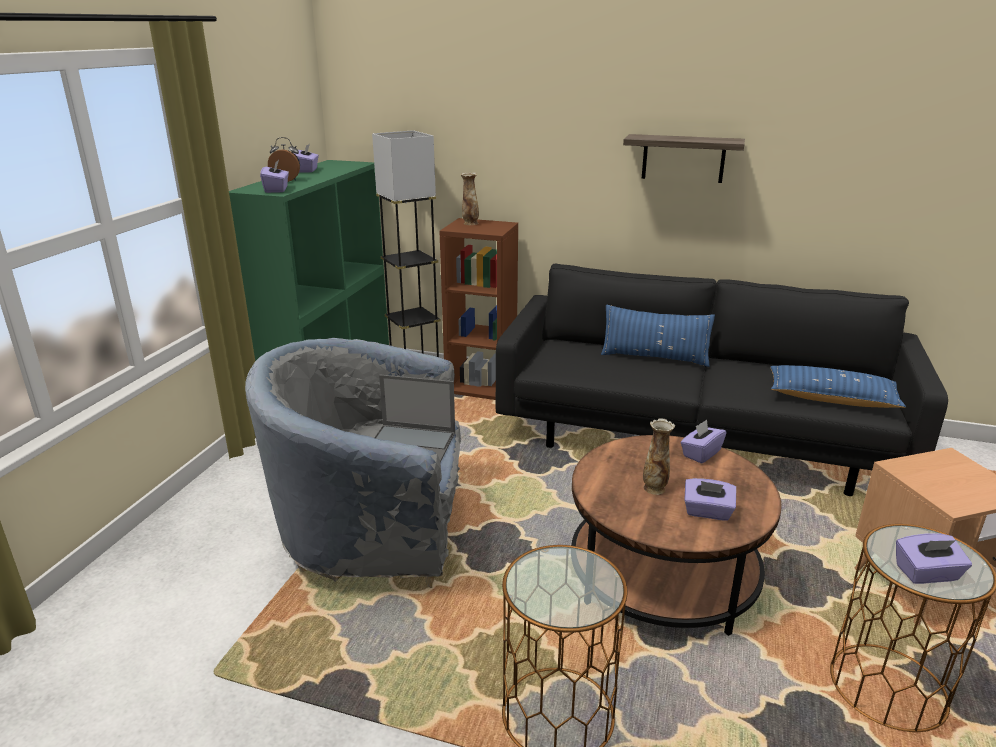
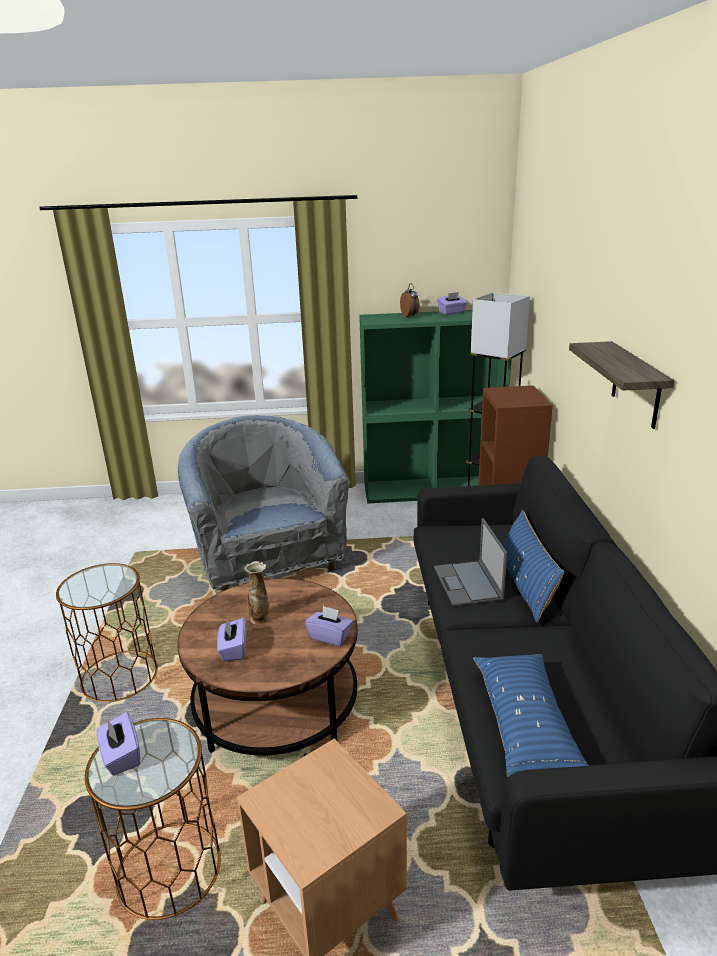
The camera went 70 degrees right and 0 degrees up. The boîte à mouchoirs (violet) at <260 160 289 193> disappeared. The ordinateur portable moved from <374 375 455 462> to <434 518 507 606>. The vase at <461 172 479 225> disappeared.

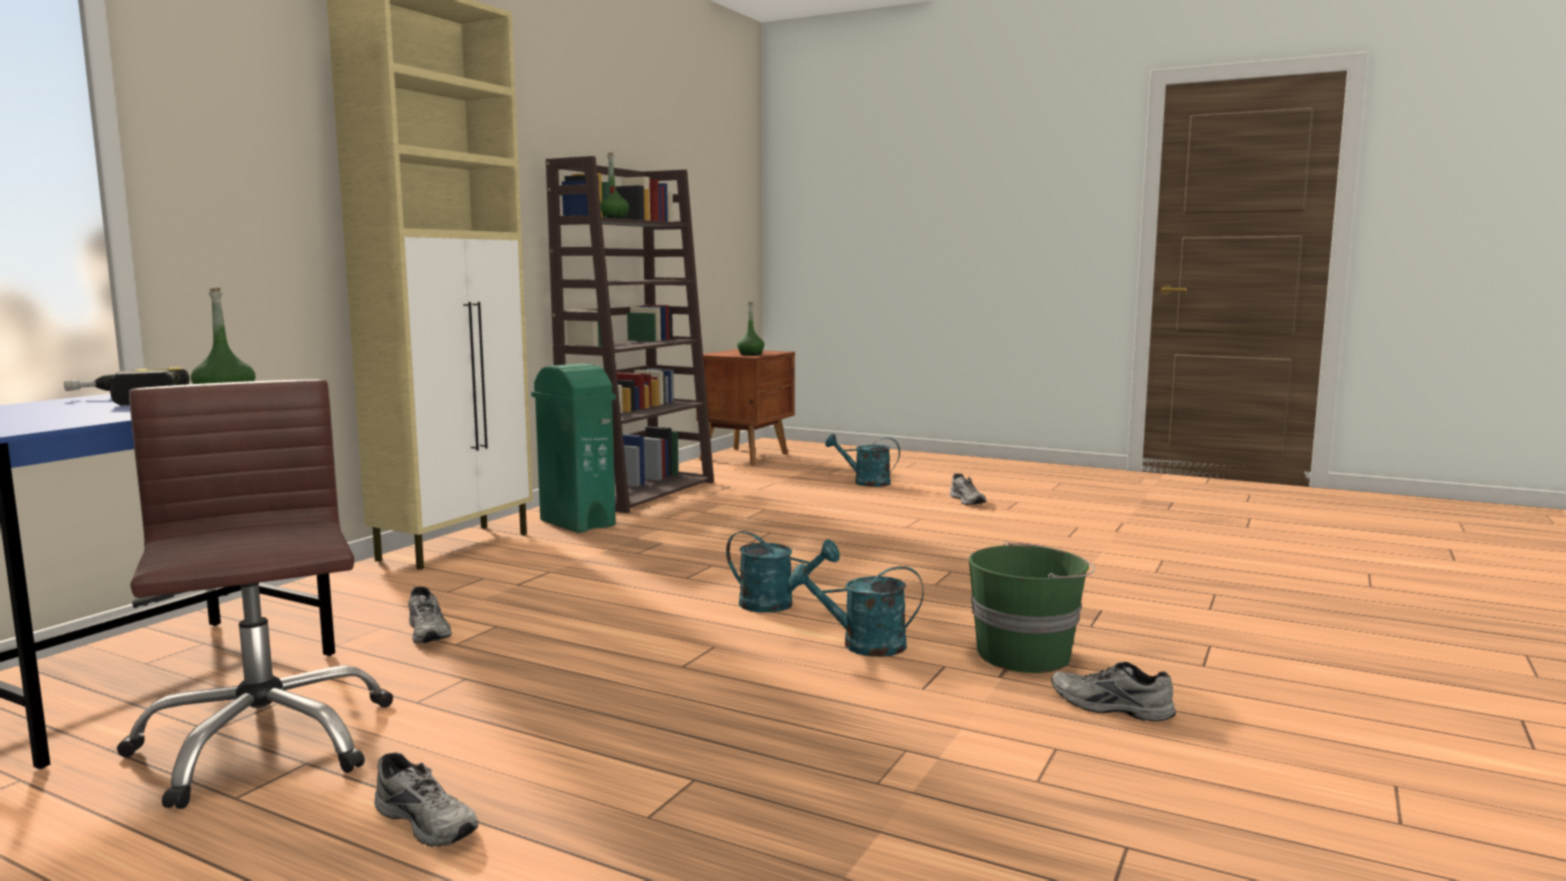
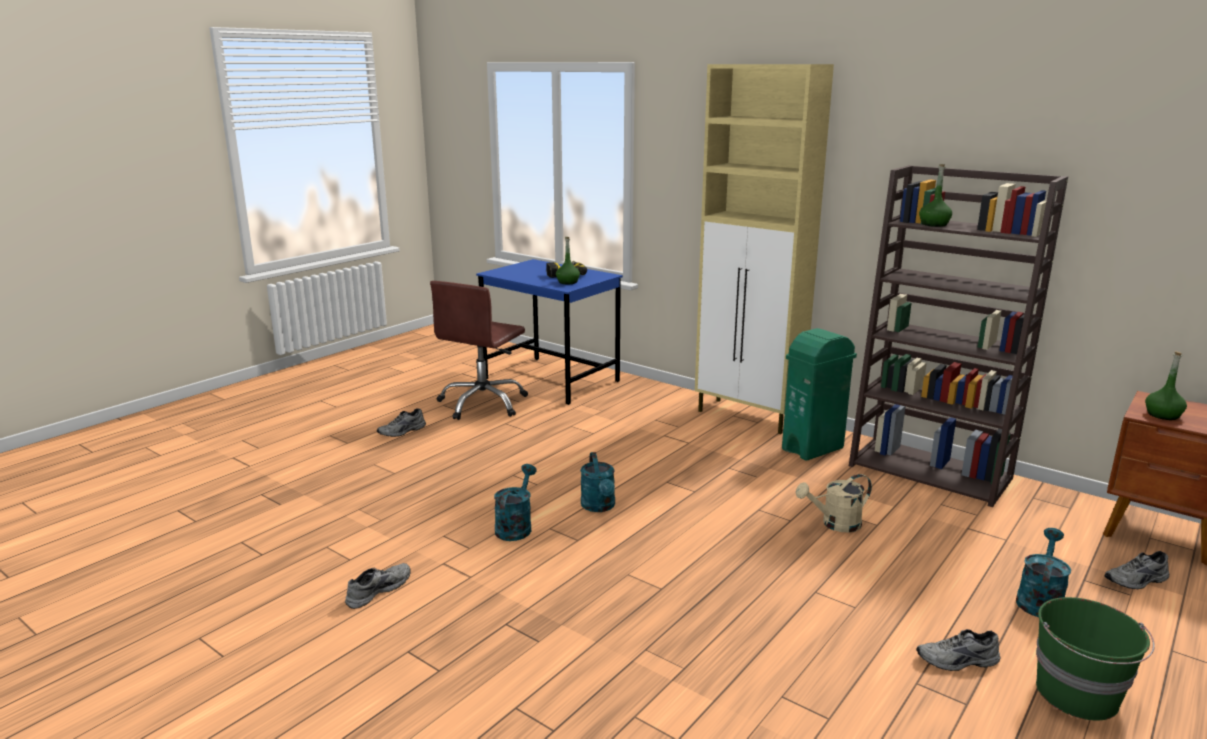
The camera went 100 degrees right and 10 degrees up. The chaise de bureau (marron) at <117 379 393 809> turned 135 degrees clockwise. The chaussure (gris) moved from <408 587 452 644> to <1104 551 1169 589>. The arrosoir (turquoise) at <726 531 840 613> turned 45 degrees counterclockwise. The seau (vert) moved from <969 541 1095 673> to <1036 597 1155 721>. The arrosoir (beige) at <795 474 872 532> appeared.

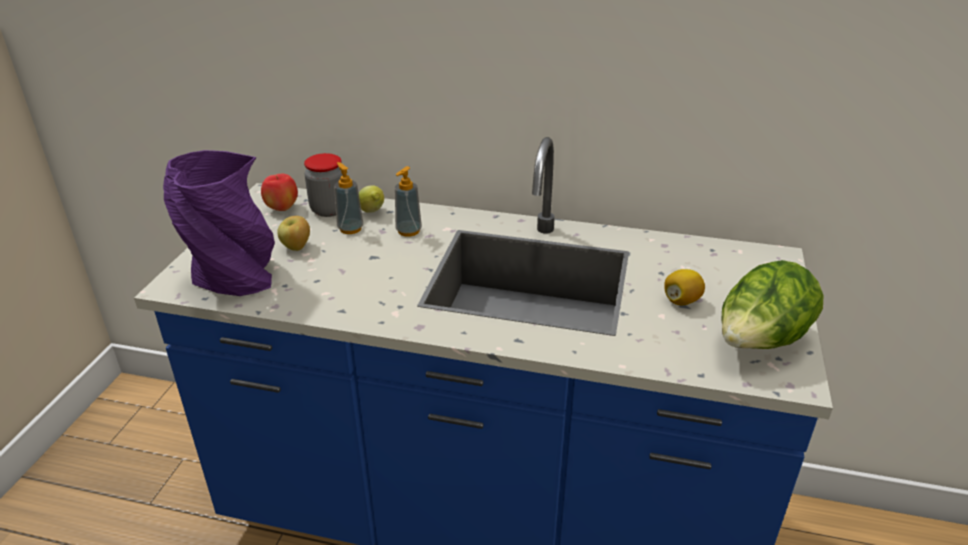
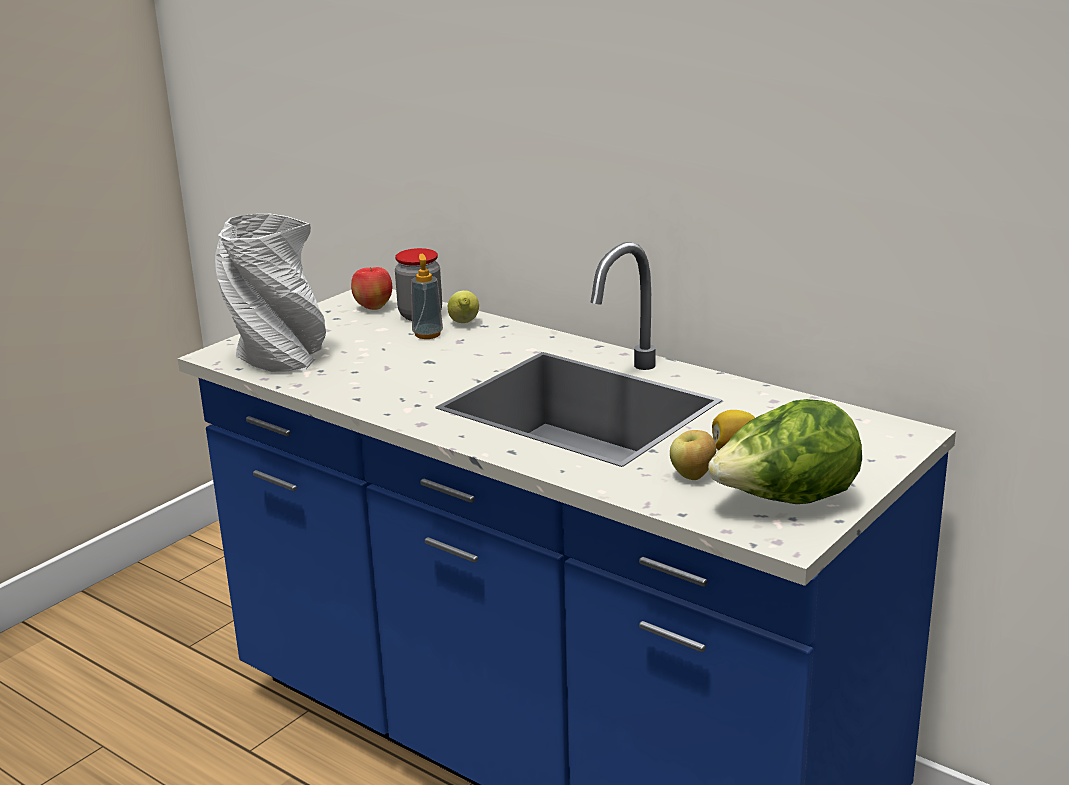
The camera went 25 degrees right and 10 degrees down. The vase (violet) at <163 150 275 296> became the vase (gris) at <215 214 326 372>. The pomme moved from <277 216 310 251> to <670 430 716 480>. The distributeur de savon at <395 166 422 237> disappeared.

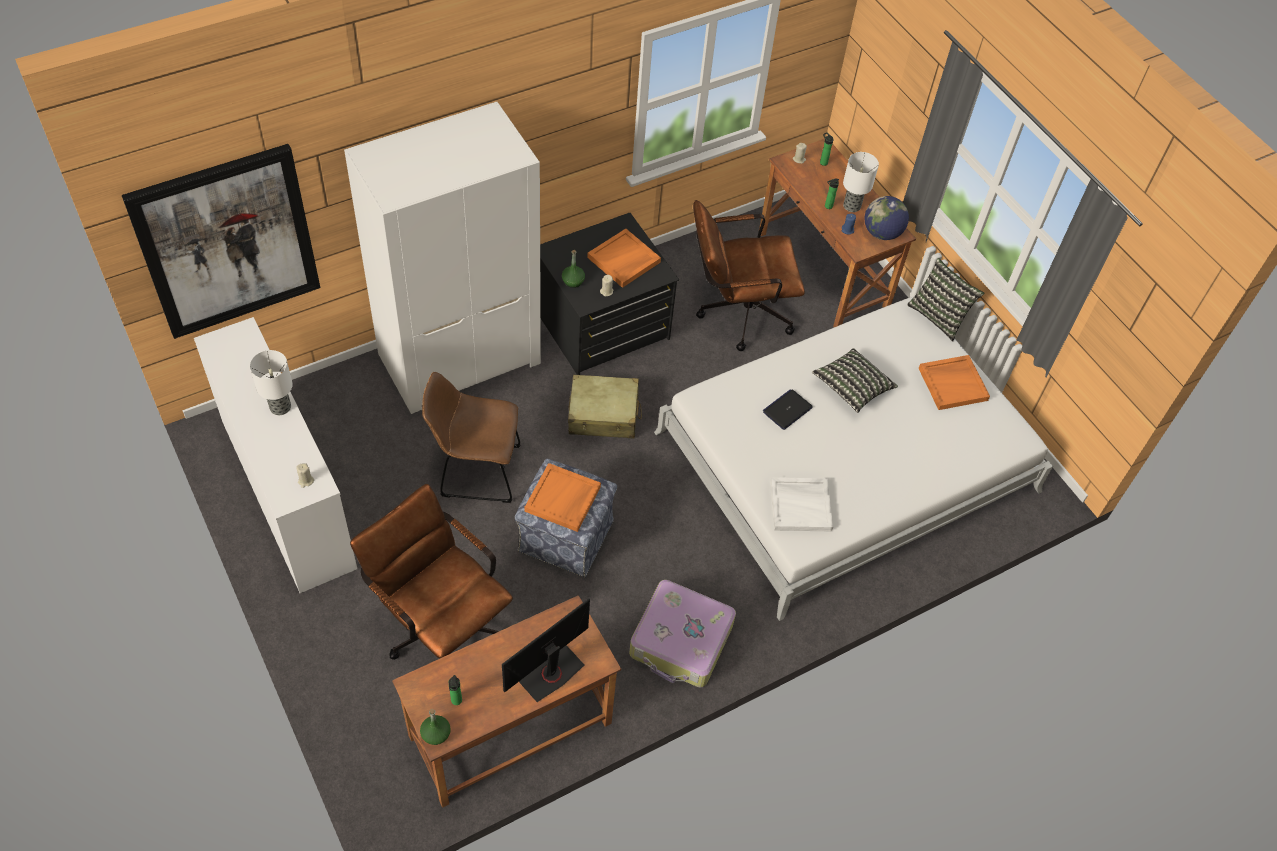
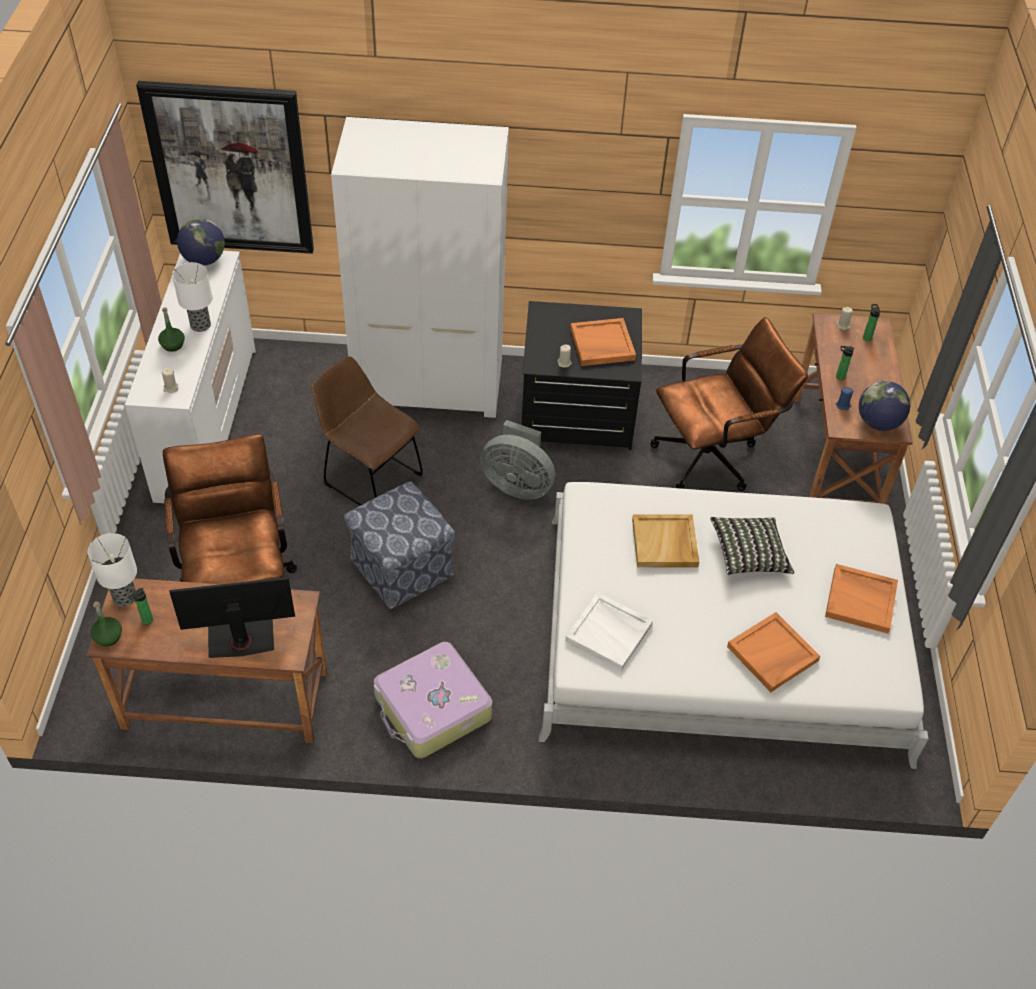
The camera went 35 degrees right and 5 degrees down. The plateau (orange) moved from <524 463 601 532> to <727 612 820 692>. The bouteille (vert) moved from <562 250 585 288> to <158 307 185 352>. The valise (beige) at <568 375 642 438> was replaced by the ventilateur (gris) at <481 420 555 499>. The chaise de bureau (marron) at <693 200 805 351> turned 135 degrees clockwise. The ordinateur portable at <763 389 813 430> was replaced by the plateau (beige) at <632 514 699 567>. The lampe de table moved from <843 152 879 212> to <88 533 137 606>. The coussin at <907 258 985 341> disappeared. The globe at <177 218 225 266> appeared.

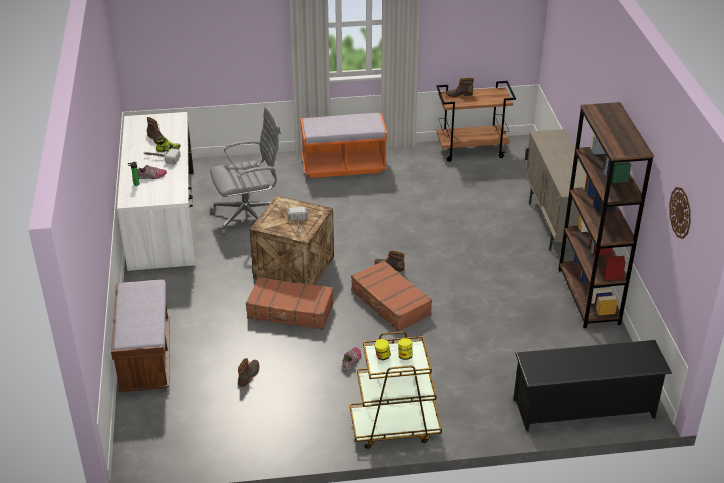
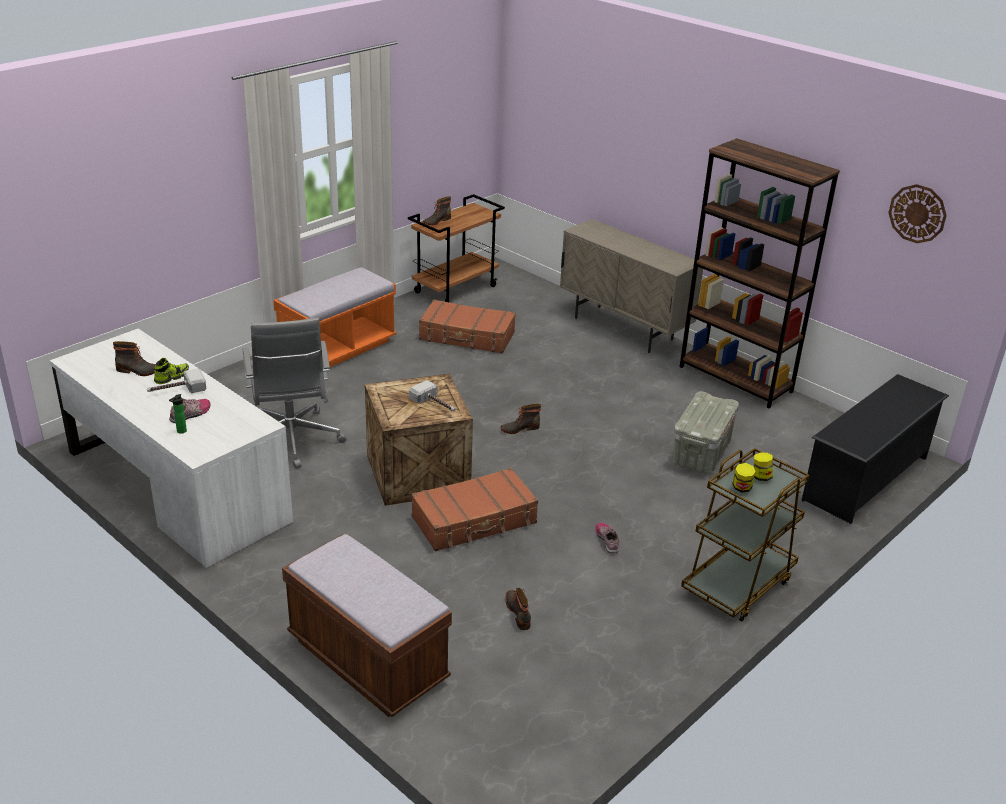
The camera went 40 degrees left and 5 degrees down. The chaise de bureau (gris) at <210 106 281 235> turned 135 degrees clockwise. The valise (marron) moved from <351 260 432 332> to <419 299 516 354>. The boîte de rangement (gris) at <673 391 739 473> appeared.

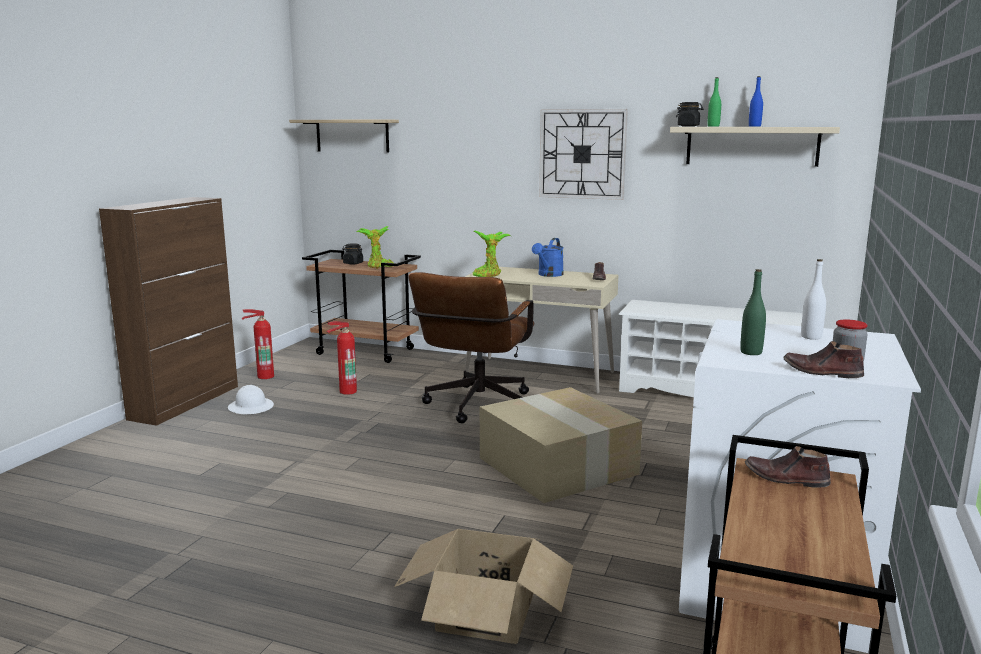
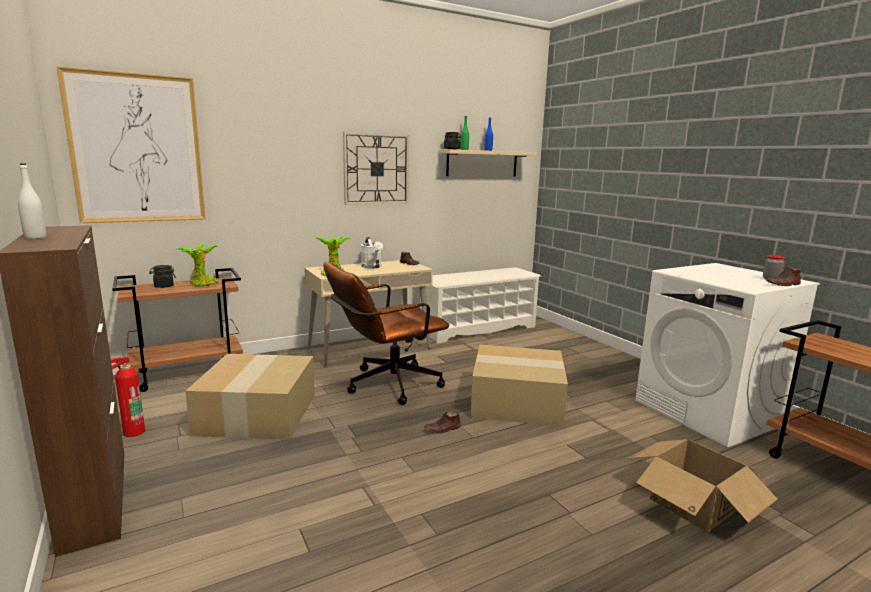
The camera went 50 degrees left and 0 degrees up. The casque de chantier (blanc) at <228 385 274 414> disappeared. The étagère at <289 120 399 152> was replaced by the tableau at <56 66 206 223>. The extincteur at <327 321 357 395> was replaced by the carton at <185 354 315 439>. The chaise de bureau (marron) at <408 272 534 423> turned 90 degrees clockwise. The arrosoir (bleu) at <532 238 564 277> became the arrosoir (blanc) at <361 237 383 269>. The bouteille (vert) at <740 269 766 355> disappeared. The chaussure (marron) moved from <745 446 831 488> to <424 412 461 434>. The bouteille (blanc) moved from <801 259 826 340> to <18 163 46 239>.

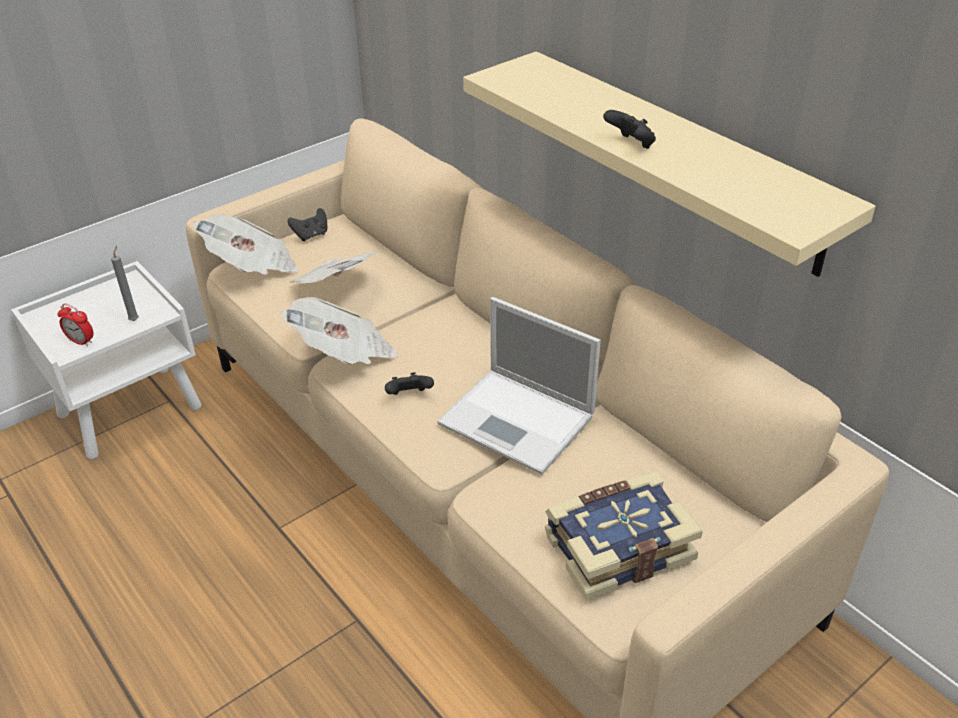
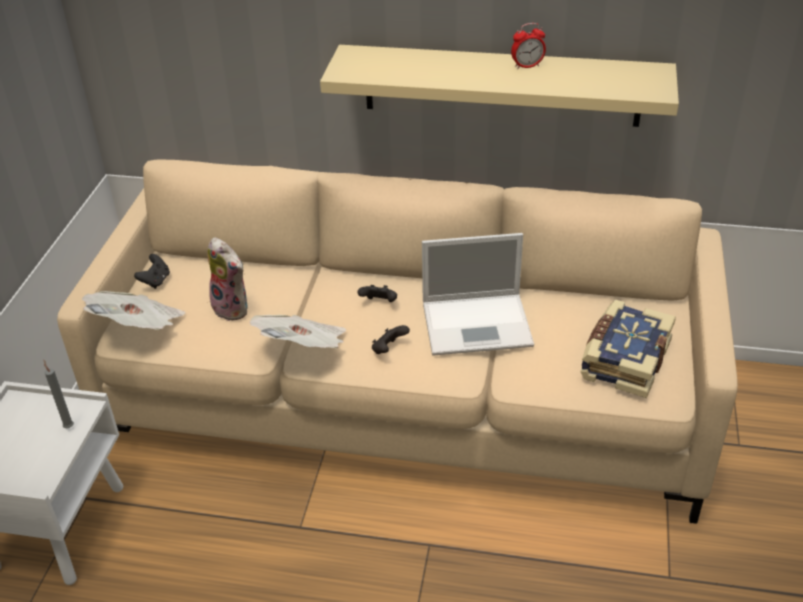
The camera went 40 degrees left and 0 degrees up. The réveil moved from <57 304 93 347> to <511 23 546 69>. The journal at <289 252 380 284> was replaced by the peluche at <208 237 248 321>. The manette (noir) moved from <603 110 656 149> to <358 285 397 302>.

